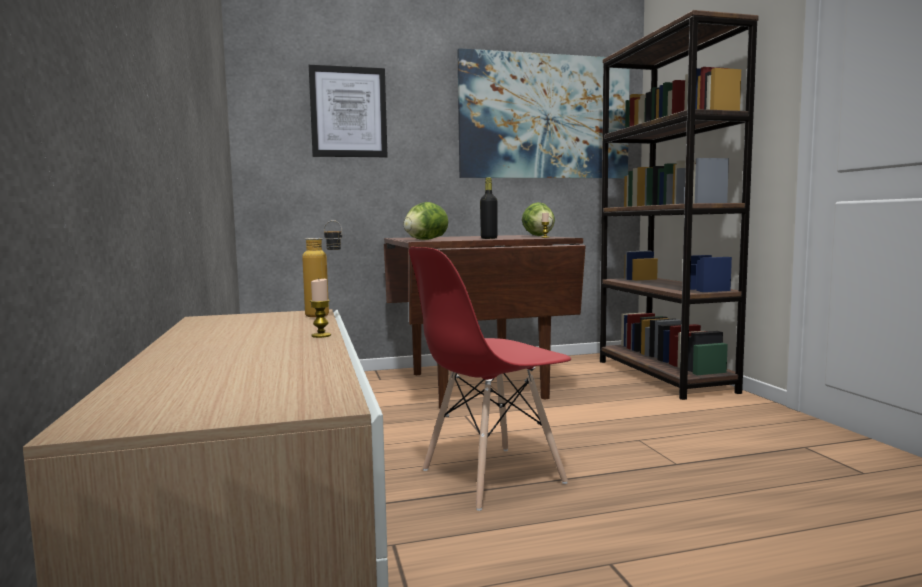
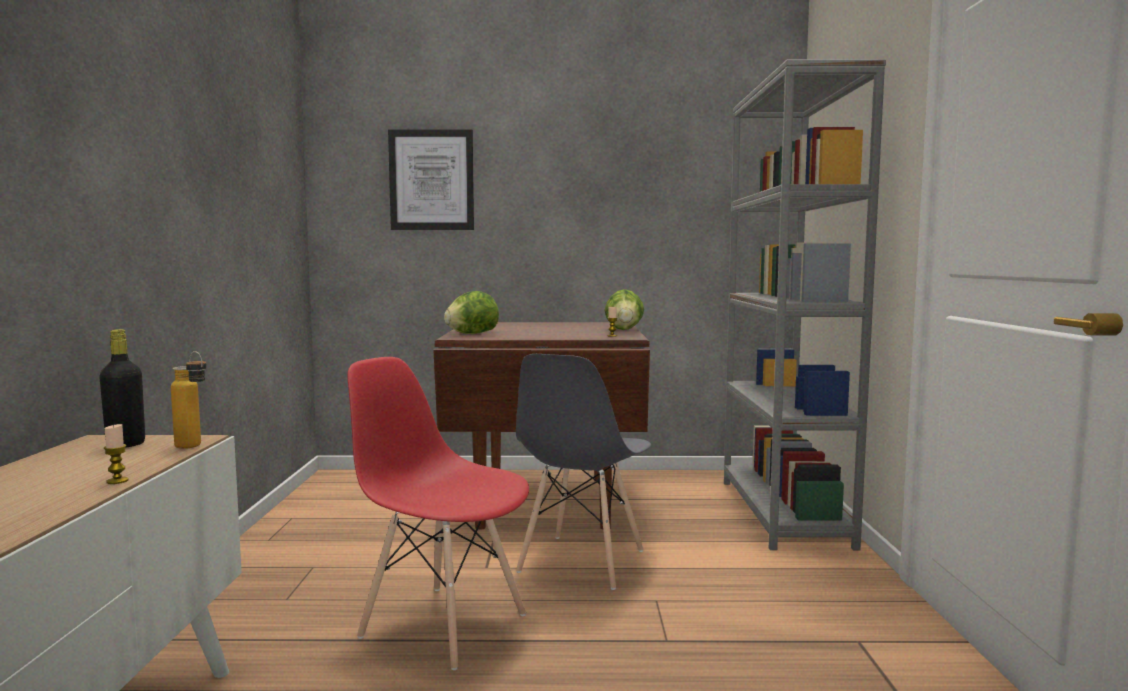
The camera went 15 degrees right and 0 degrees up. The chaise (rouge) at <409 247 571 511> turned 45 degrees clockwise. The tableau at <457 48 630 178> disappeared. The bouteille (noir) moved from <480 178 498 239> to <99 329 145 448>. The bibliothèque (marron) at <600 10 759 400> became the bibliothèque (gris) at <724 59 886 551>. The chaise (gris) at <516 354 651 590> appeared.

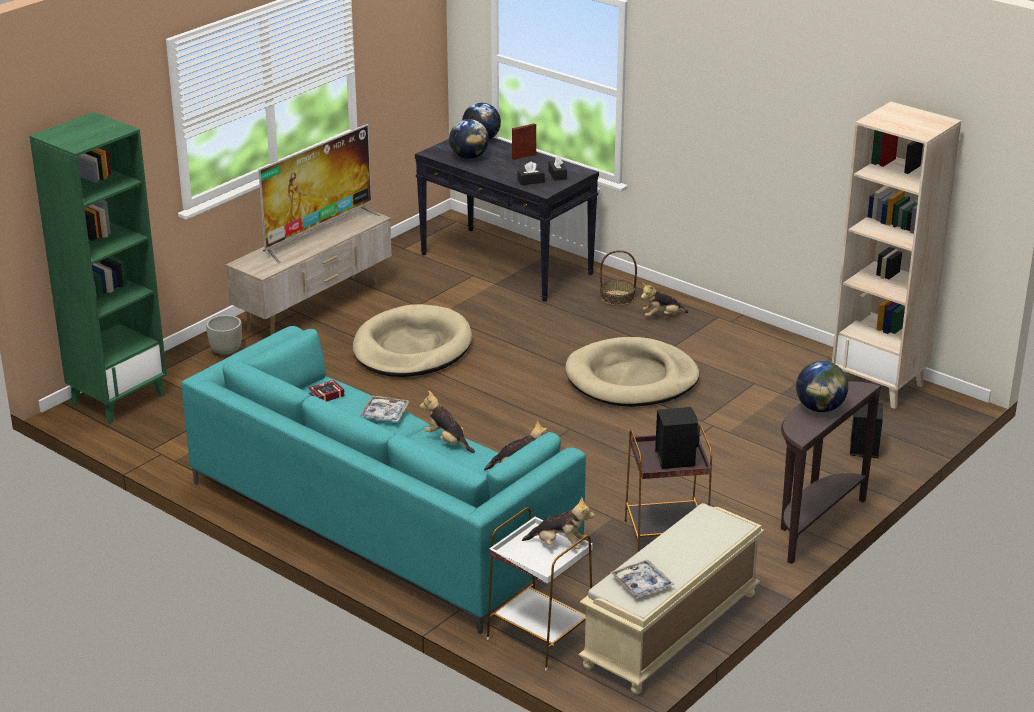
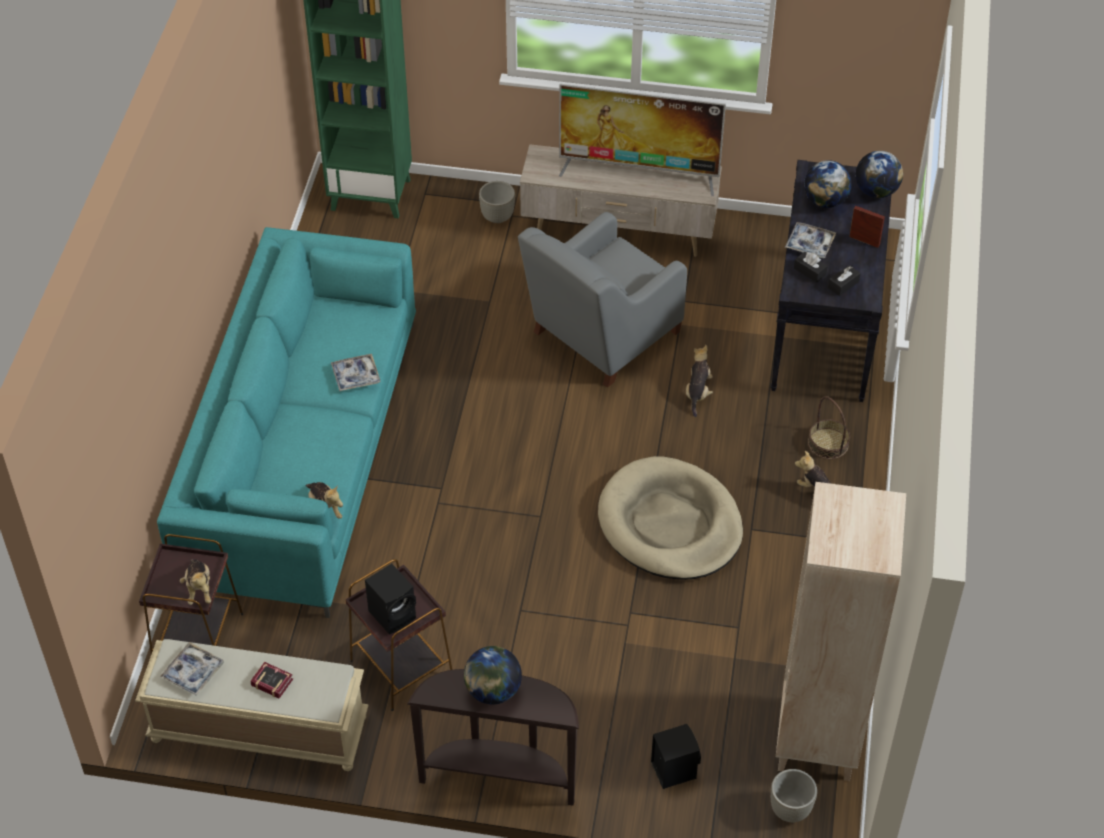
The camera went 60 degrees right and 20 degrees up. The livre moved from <309 380 345 401> to <250 662 293 699>. The panier pour chien (beige) at <353 304 472 377> was replaced by the fauteuil (gris) at <518 212 687 387>. The peluche moved from <420 391 475 453> to <686 345 713 417>. The table d'appoint (blanc) at <487 507 593 671> became the table d'appoint (marron) at <139 534 243 654>. The cache-pot (gris) at <771 769 817 822> appeared. The plateau at <785 222 836 258> appeared.

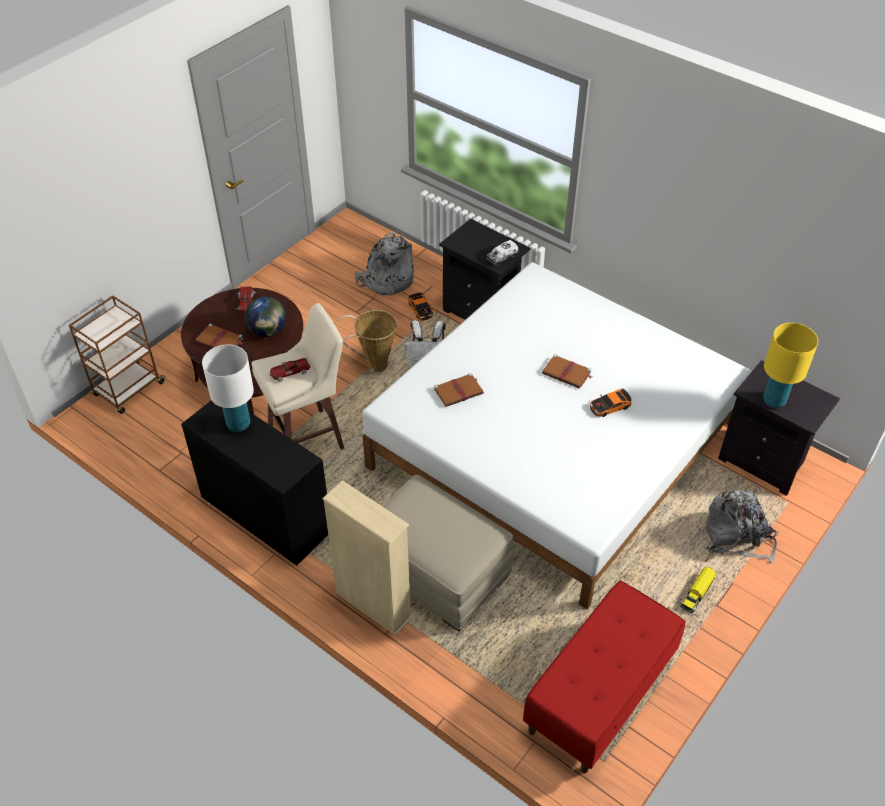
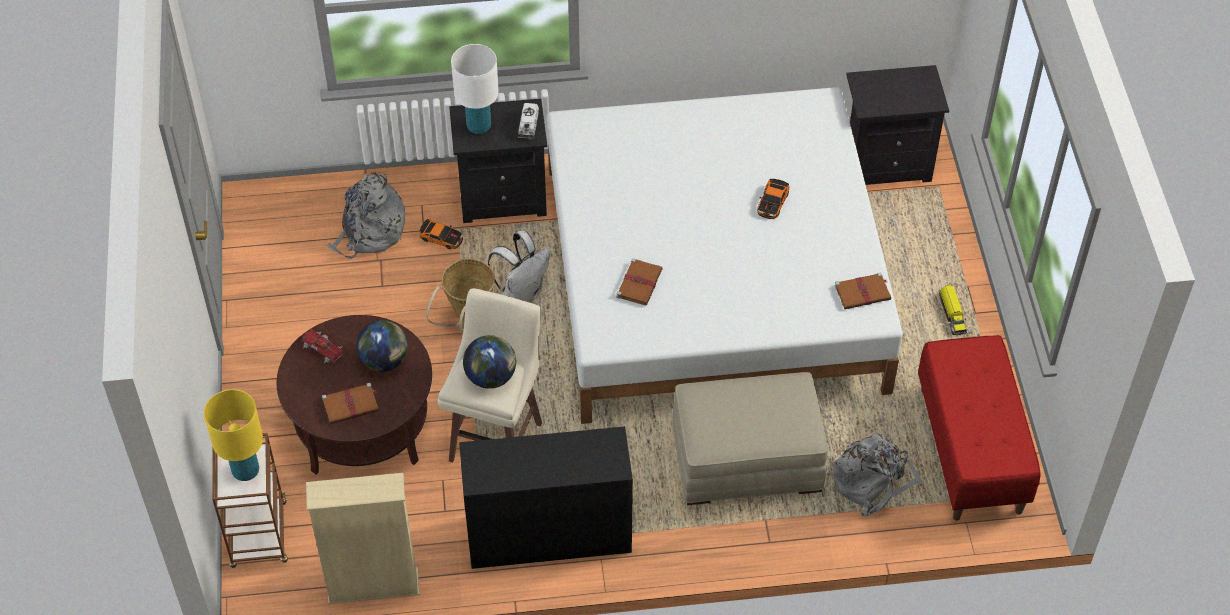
The camera went 45 degrees left and 5 degrees up. The lampe de table (blanc) moved from <202 344 254 432> to <451 44 499 134>. The petite voiture at <270 358 310 383> was replaced by the globe at <463 335 516 389>. The bibliothèque (beige) moved from <322 480 413 636> to <306 473 420 604>. The livre (marron) moved from <542 354 592 389> to <835 272 891 309>. The sac à dos (gris) moved from <706 490 778 564> to <833 433 924 516>. The lampe de table (jaune) moved from <763 323 818 408> to <204 389 263 481>.

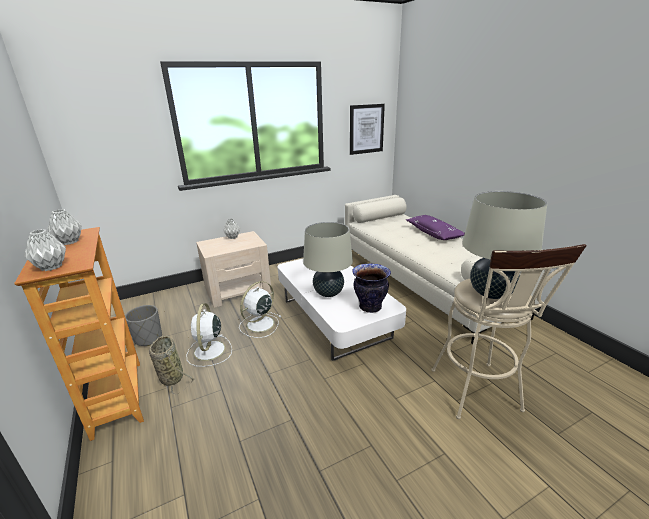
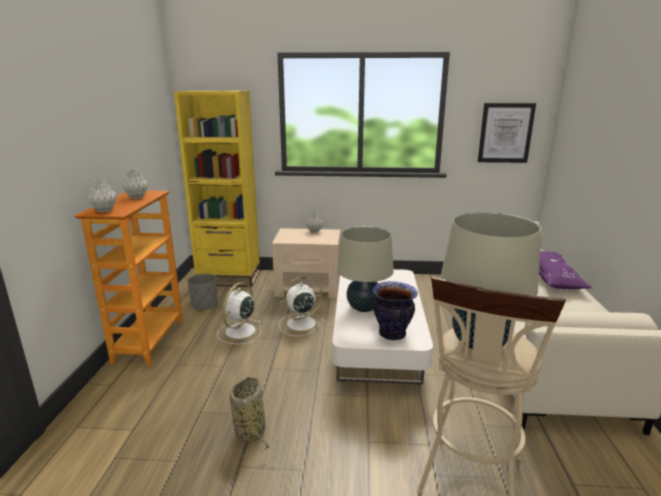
The camera went 30 degrees right and 5 degrees down. The panier moved from <149 336 195 394> to <230 376 271 459>. The bibliothèque (jaune) at <174 91 260 287> appeared.

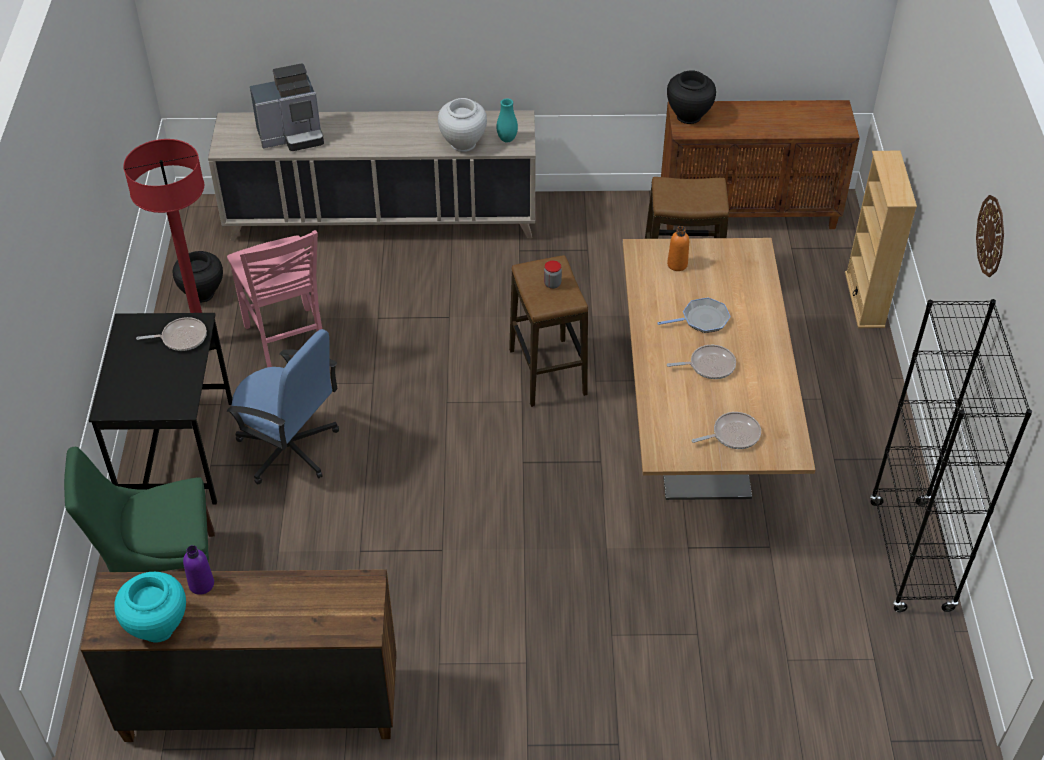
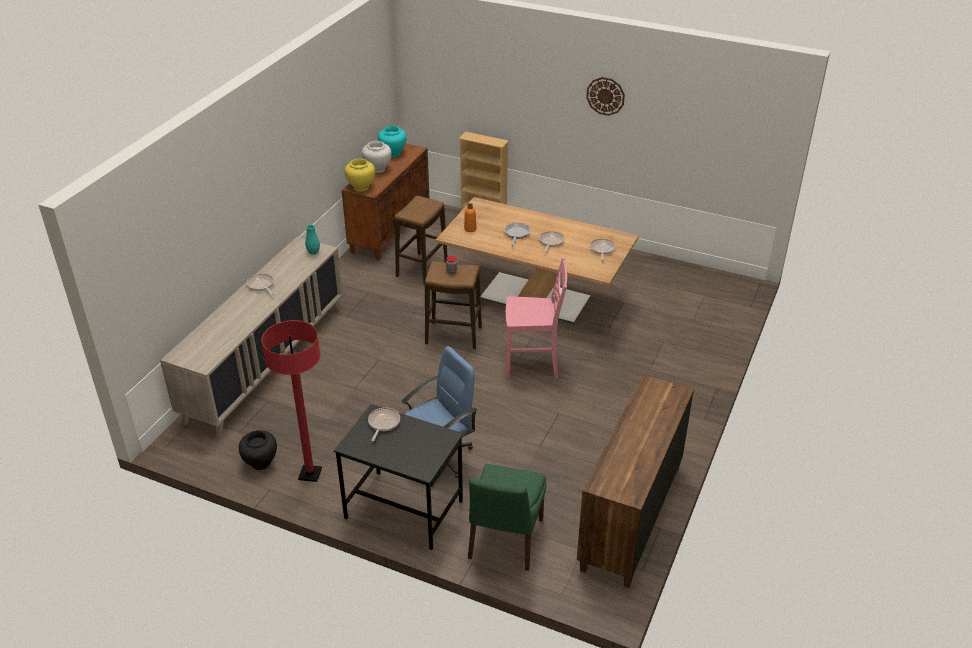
The camera went 65 degrees left and 10 degrees down. The vase (turquoise) moved from <114 572 186 642> to <378 126 406 157>. The bouteille (violet) at <183 545 214 595> disappeared. The chaise (rose) moved from <227 230 322 367> to <505 258 567 379>. The machine à café at <250 63 324 151> disappeared. The vase (blanc) moved from <438 98 487 152> to <362 141 392 173>. The vase (noir) at <667 70 716 124> became the vase (jaune) at <344 159 375 192>. The bibliothèque (noir) at <870 299 1032 612> disappeared. The poêle at <247 274 274 295> appeared.

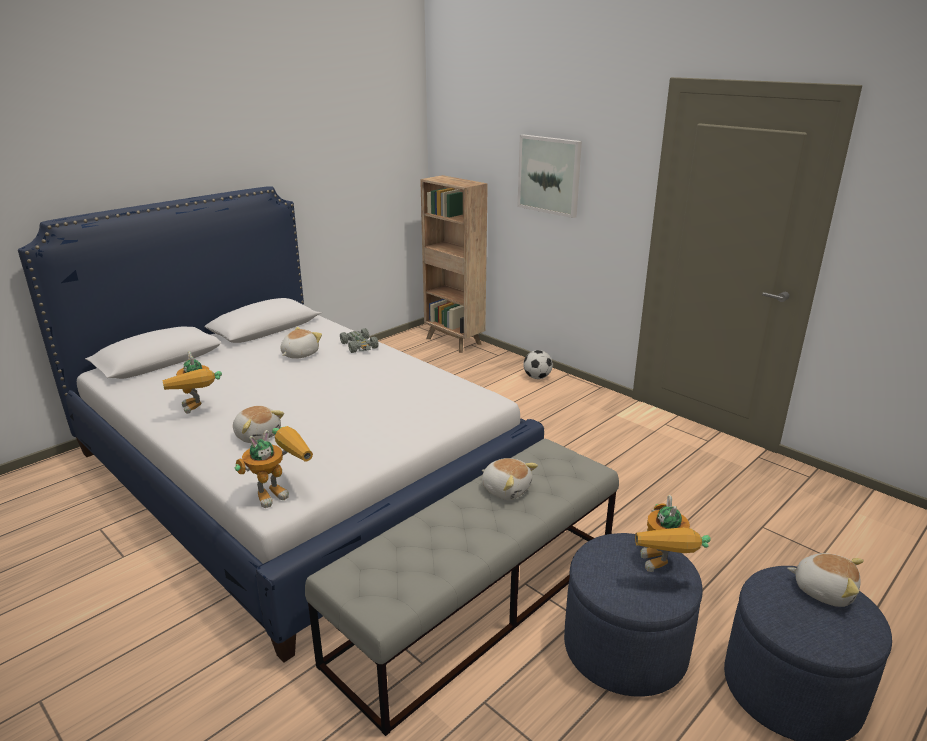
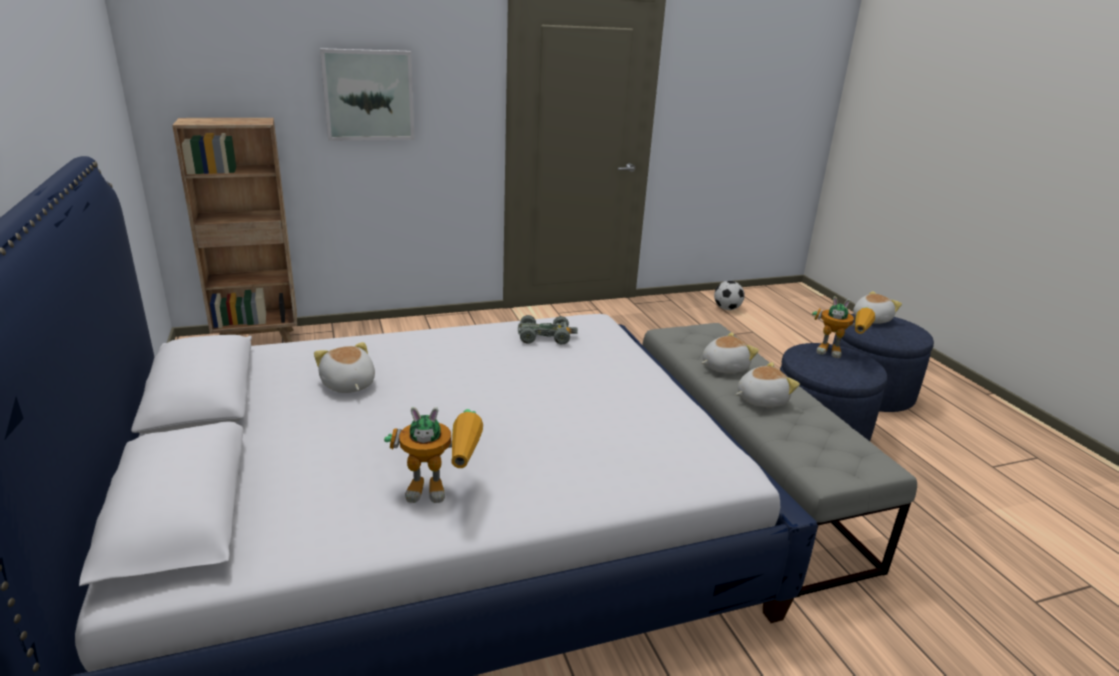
The camera went 65 degrees left and 0 degrees up. The peluche moved from <233 406 284 443> to <736 362 800 407>. The robot jouet at <235 426 313 508> disappeared. The petite voiture (gris) moved from <340 328 379 353> to <518 315 578 345>. The ballon de foot moved from <523 350 553 379> to <714 281 745 310>.

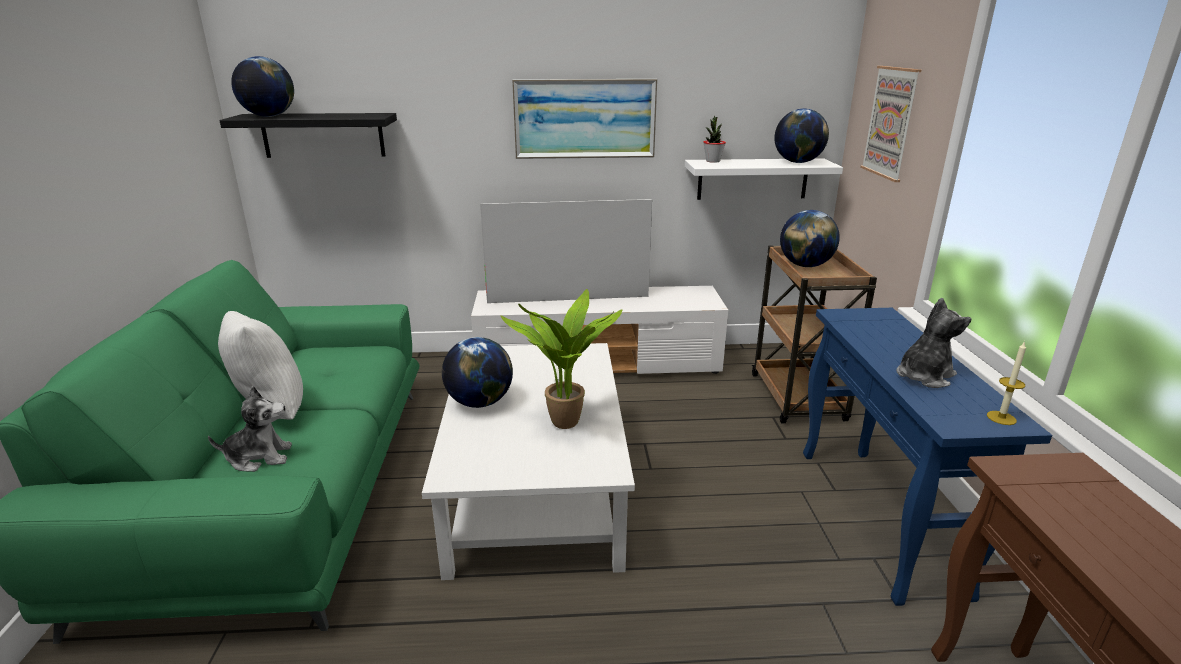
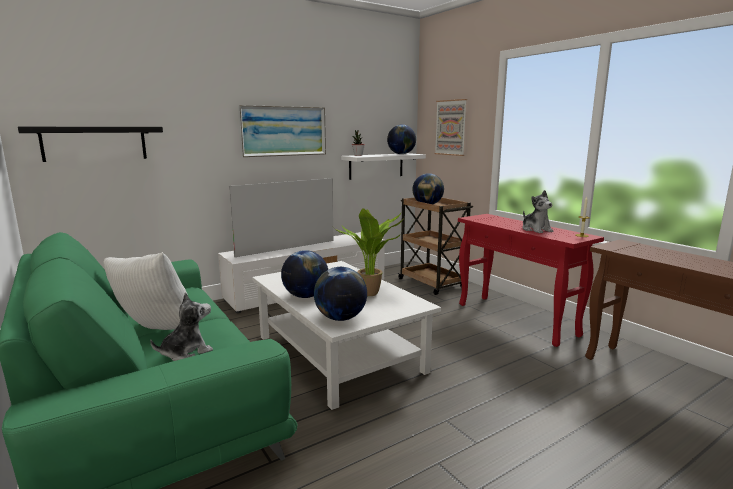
The camera went 30 degrees left and 10 degrees down. The globe moved from <231 56 294 117> to <314 267 367 321>. The table console (bleu) at <803 308 1052 606> became the table console (rouge) at <458 214 604 347>. The peluche at <896 298 972 388> turned 135 degrees clockwise.

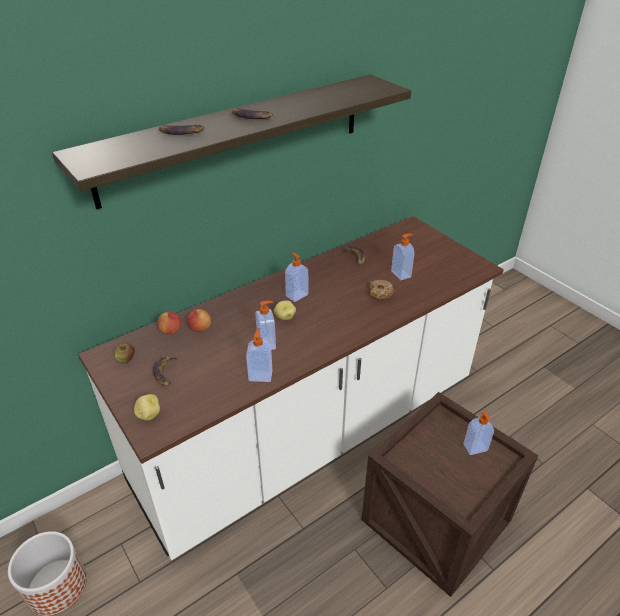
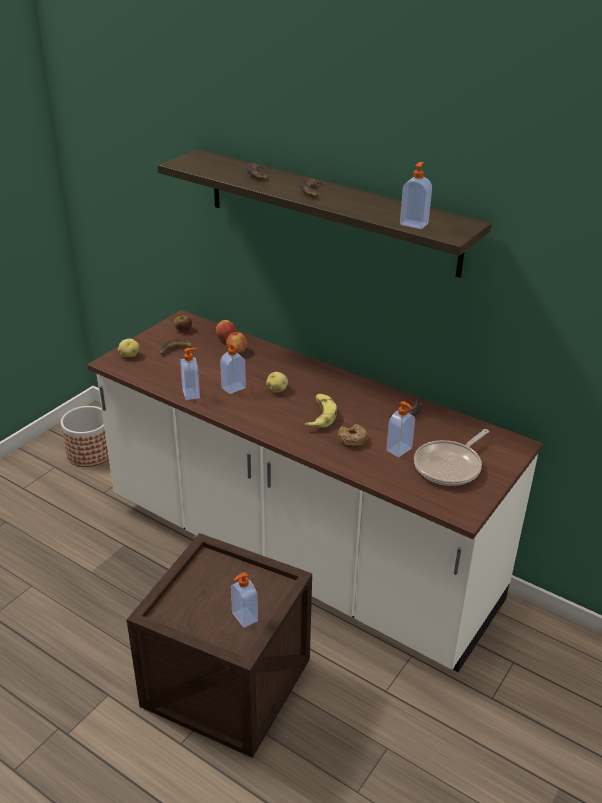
The camera went 70 degrees right and 5 degrees down. The distributeur de savon moved from <285 253 308 302> to <400 162 432 229>. The banane at <305 394 337 428> appeared. The poêle at <414 429 489 486> appeared.

